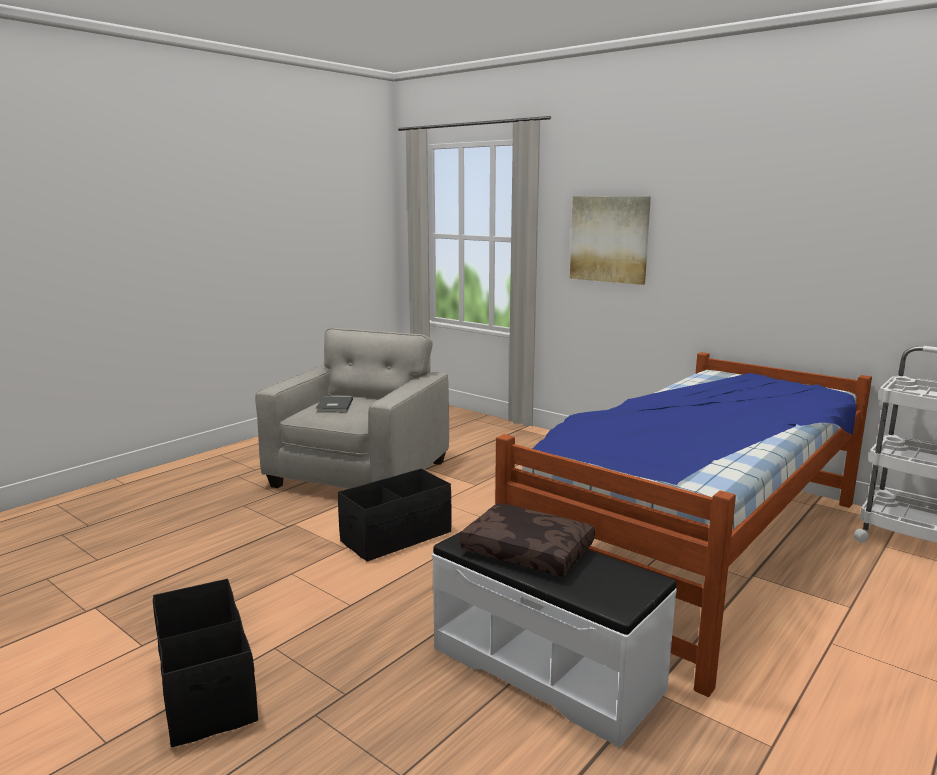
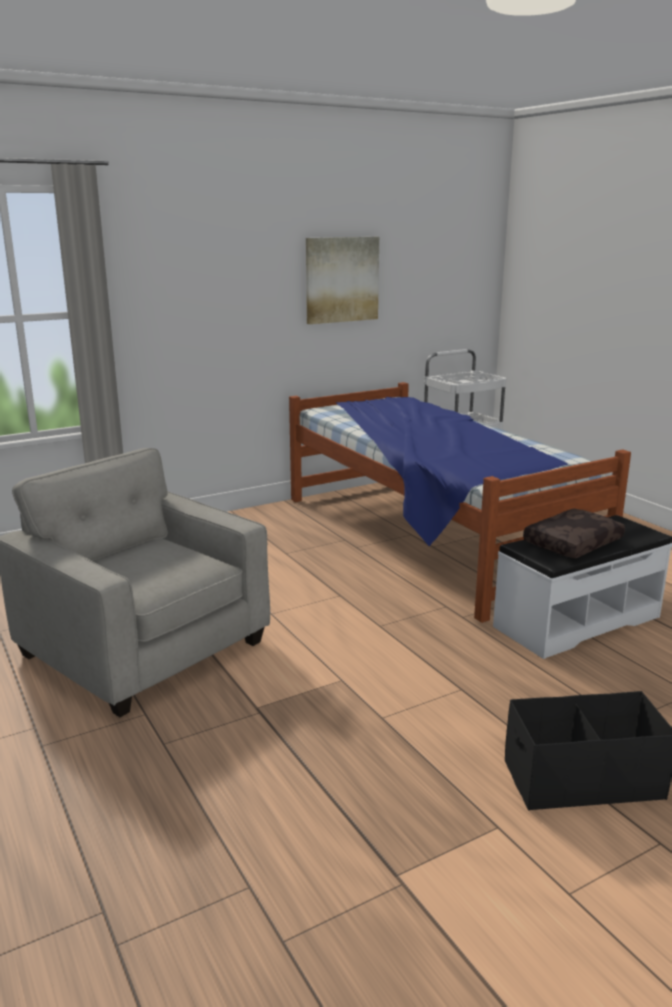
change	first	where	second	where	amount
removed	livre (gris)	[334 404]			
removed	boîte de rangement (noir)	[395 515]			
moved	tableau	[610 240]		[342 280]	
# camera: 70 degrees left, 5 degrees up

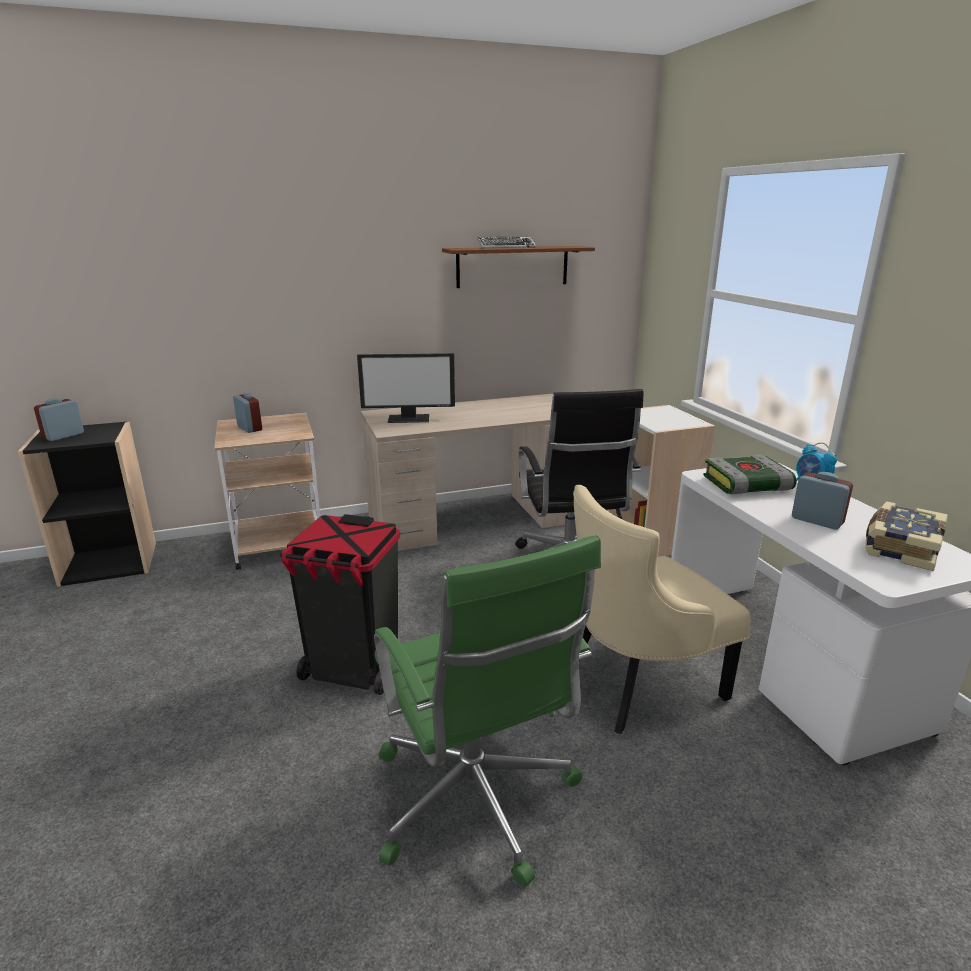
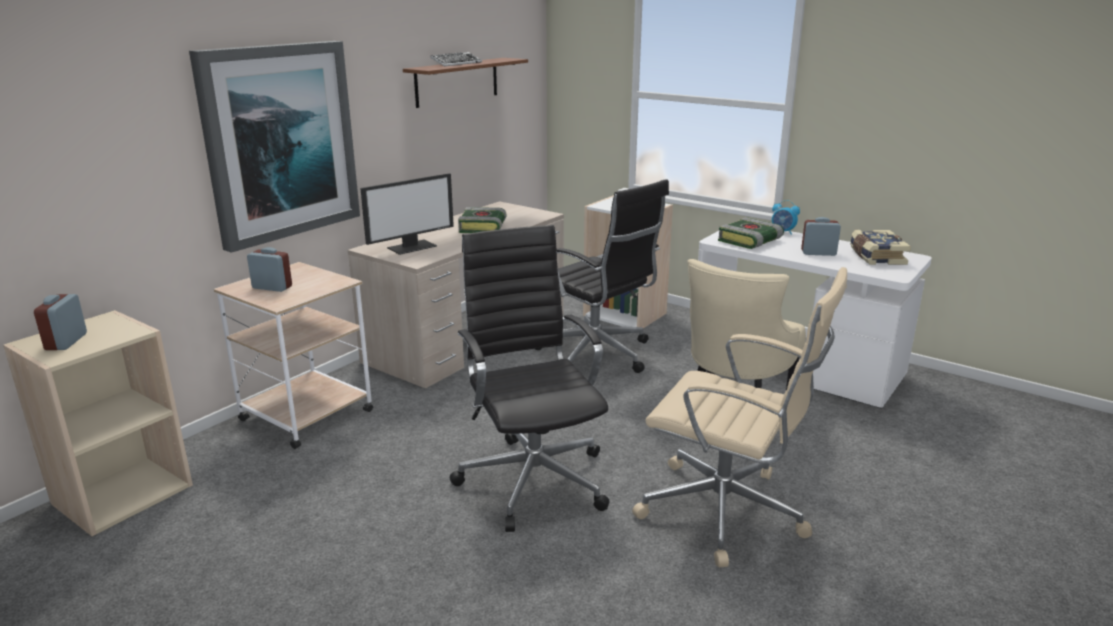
change	first	where	second	where	amount
added			tableau	[274 147]	
added			livre	[482 220]	
replaced	poubelle (noir)	[340 604]	chaise de bureau (noir)	[530 378]	
recoloured	bibliothèque (noir)	[87 504]	bibliothèque (beige)	[98 423]	
recoloured	chaise de bureau (vert)	[487 711]	chaise de bureau (beige)	[739 417]	
# camera: 35 degrees left, 0 degrees up

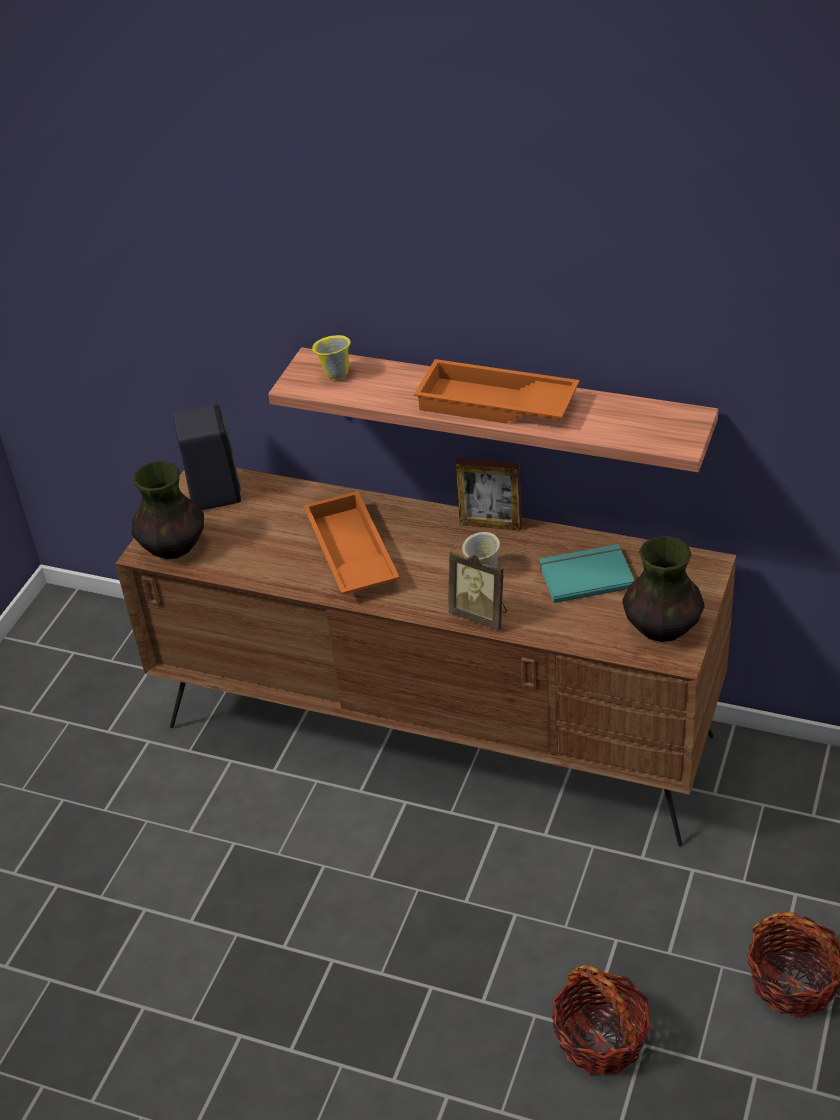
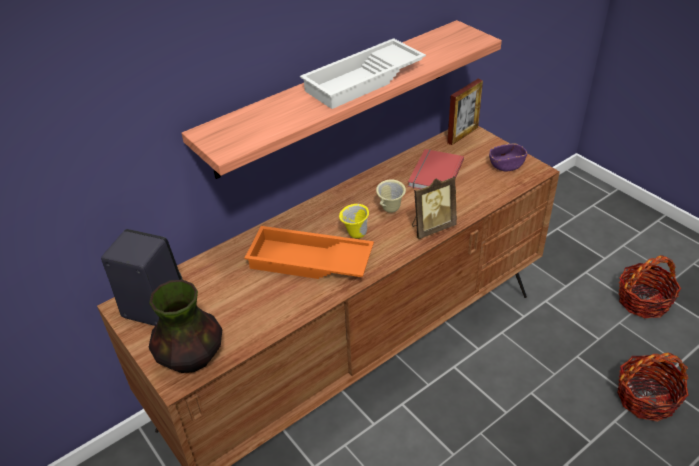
change	first	where	second	where	amount
moved	mug (jaune)	[331 357]		[354 221]	
moved	cadre photo	[488 494]		[465 112]	
replaced	vase	[663 589]	bol (violet)	[508 157]	
recoloured	plateau (orange)	[497 391]	plateau (blanc)	[363 73]	
recoloured	livre (turquoise)	[587 573]	livre (rouge)	[436 169]	
# camera: 60 degrees left, 0 degrees up

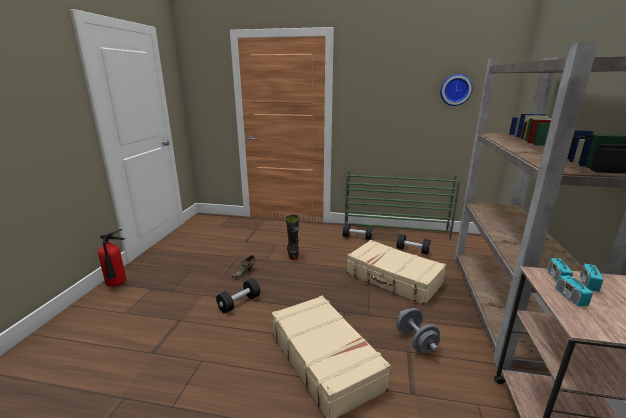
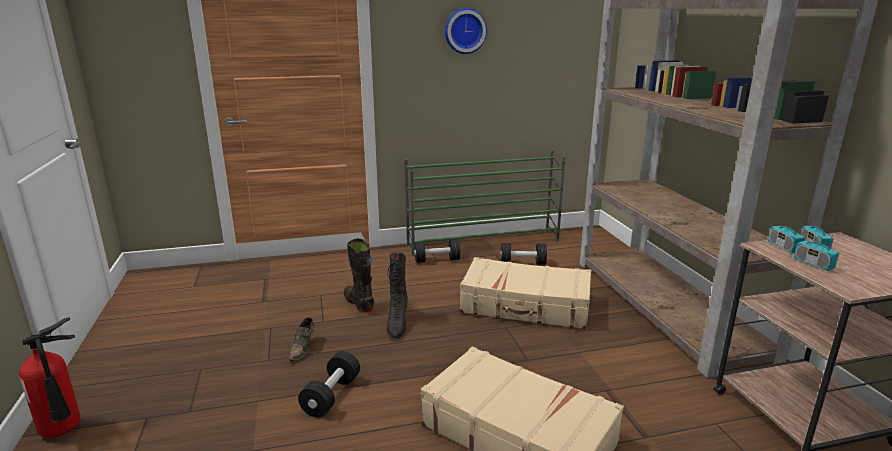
change	first	where	second	where	amount
removed	haltère (gris)	[418 330]			
added			botte (noir)	[397 295]	
moved	horloge murale	[456 90]		[466 31]	
# camera: 25 degrees left, 0 degrees up

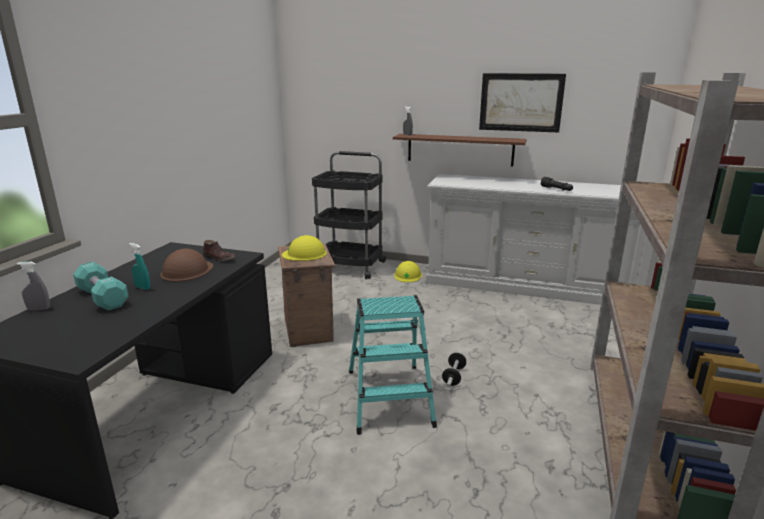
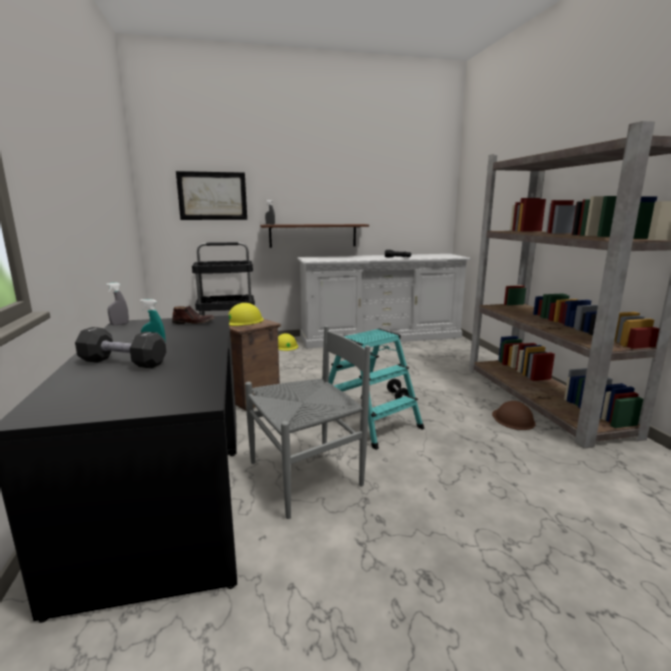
change	first	where	second	where	amount
added			chaise (gris)	[307 422]	
moved	vaporisateur (gris)	[33 286]		[117 303]	
moved	casque de chantier (marron)	[186 265]		[514 415]	
moved	tableau	[522 102]		[211 195]	
recoloured	haltère (turquoise)	[101 286]	haltère (noir)	[120 348]	
# camera: 30 degrees left, 5 degrees down

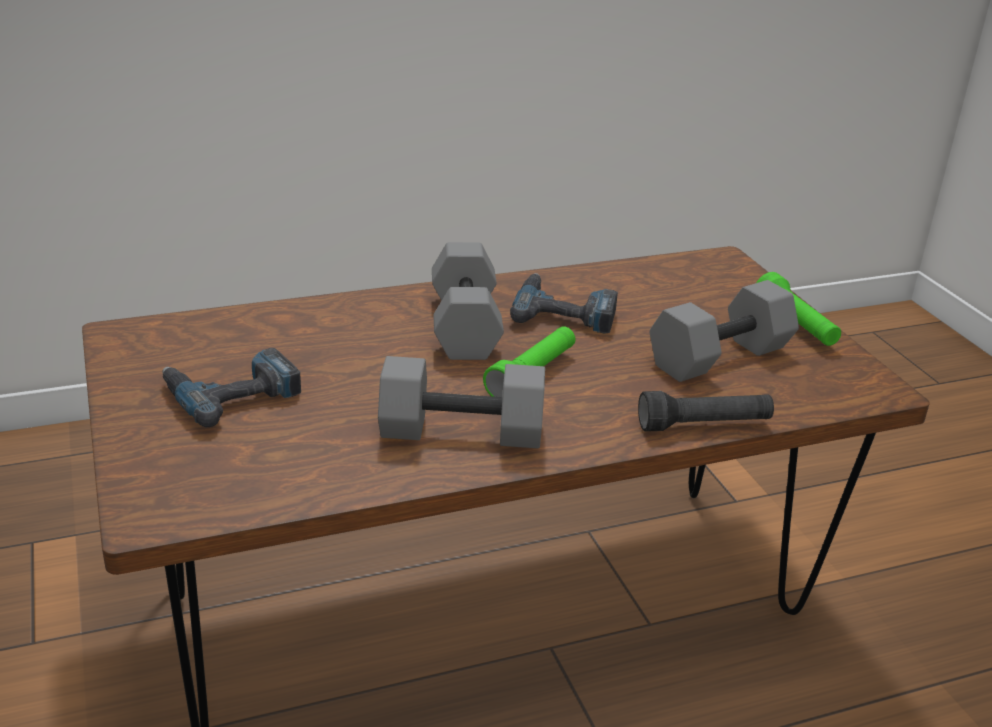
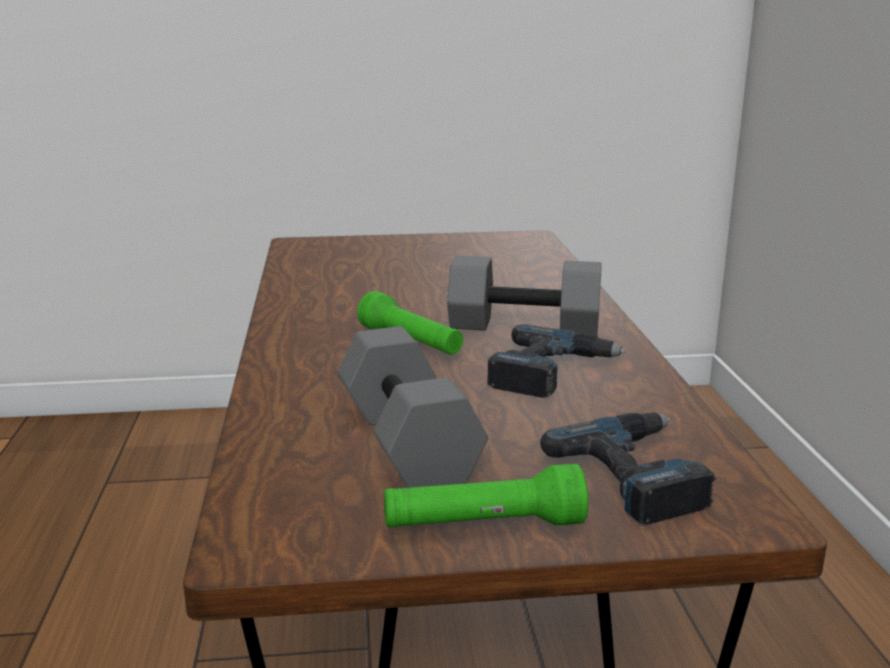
change	first	where	second	where	amount
removed	haltère (gris)	[461 402]			
removed	lampe de poche (noir)	[706 411]			
moved	perceuse	[231 387]		[628 468]	
# camera: 105 degrees right, 10 degrees down

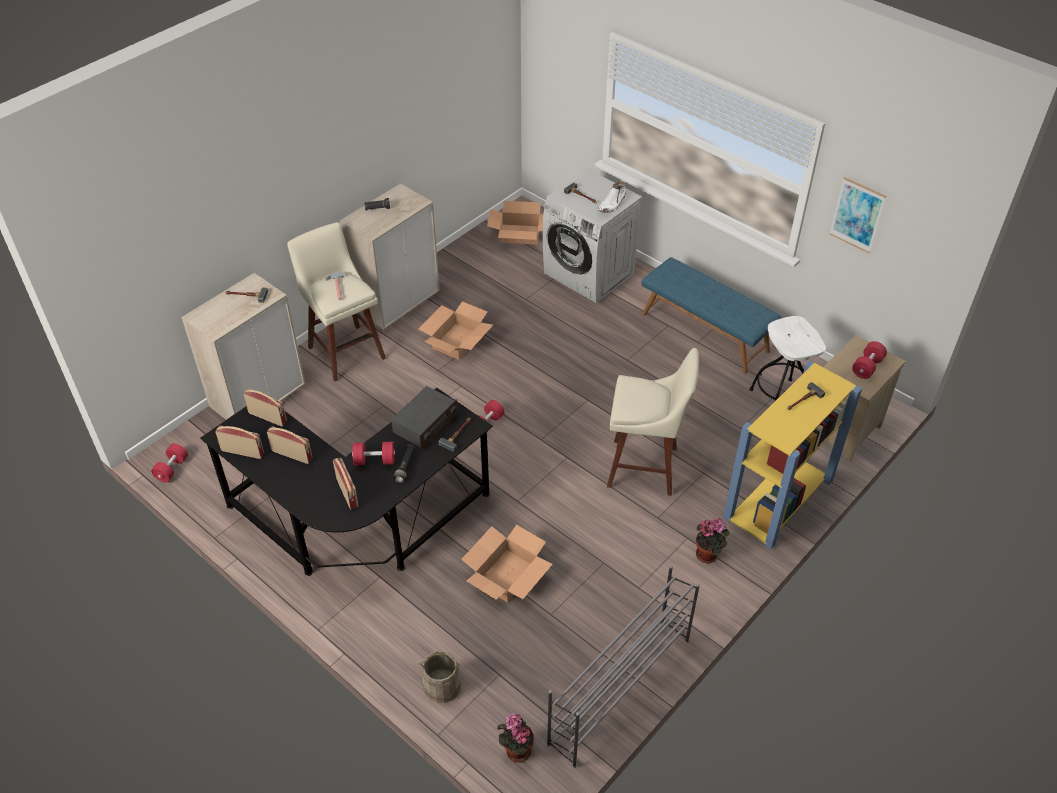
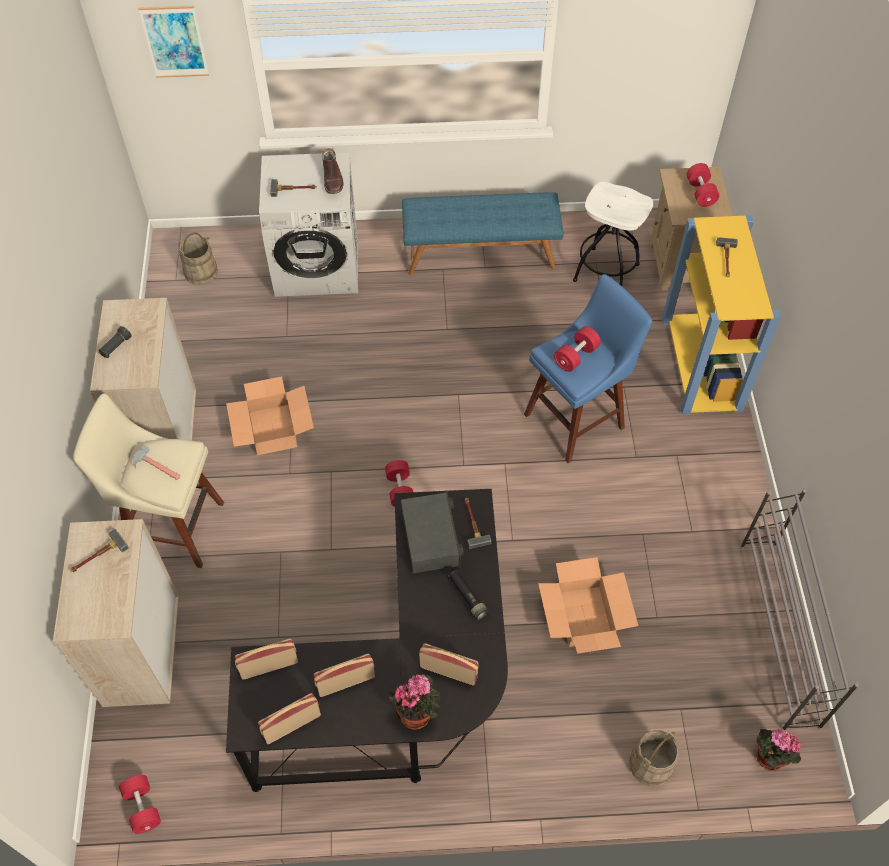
change	first	where	second	where	amount
moved	haltère (rouge)	[373 453]		[577 349]	
moved	plante en pot	[712 541]		[414 702]	
moved	tableau	[858 215]		[173 42]	
replaced	carton	[515 222]	seau (beige)	[198 258]	
recoloured	botte (blanc)	[612 197]	botte (marron)	[333 171]	
recoloured	tabouret (beige)	[653 422]	tabouret (bleu)	[588 368]	
# camera: 45 degrees left, 10 degrees up

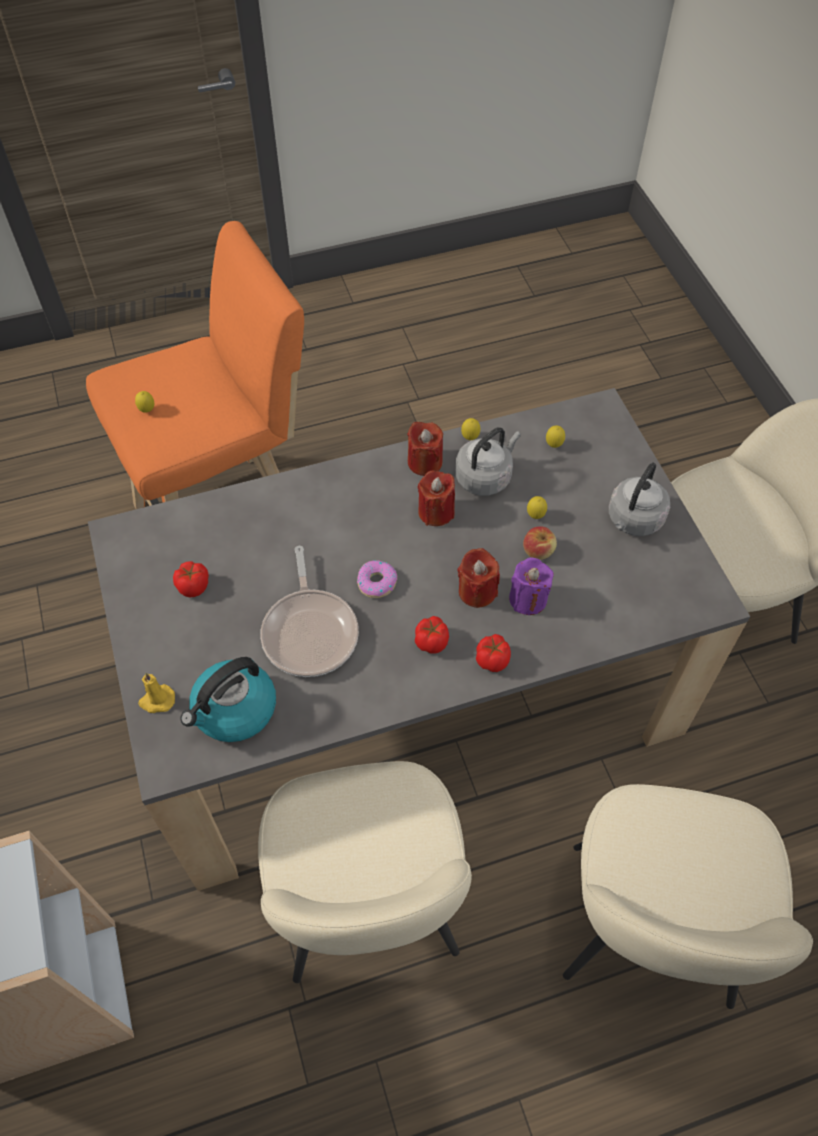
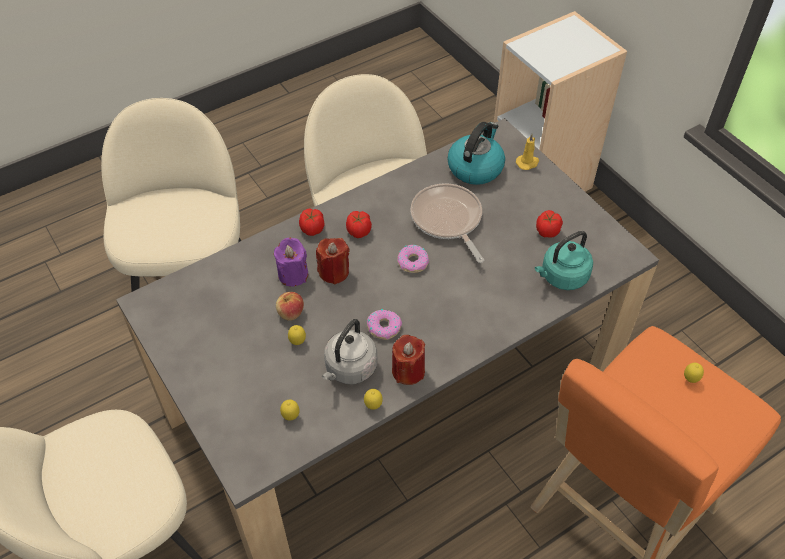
change	first	where	second	where	amount
removed	bouilloire (gris)	[639 499]			
added			bouilloire (turquoise)	[564 260]	
replaced	bougie (rouge)	[436 498]	beignet	[384 324]	
# camera: 165 degrees right, 5 degrees down

